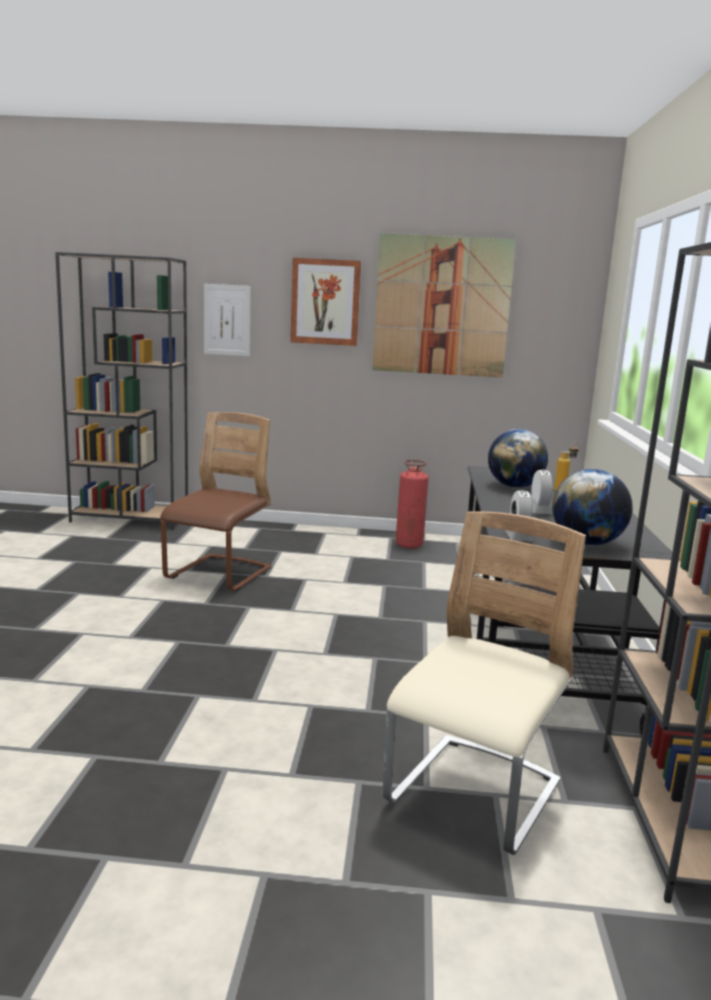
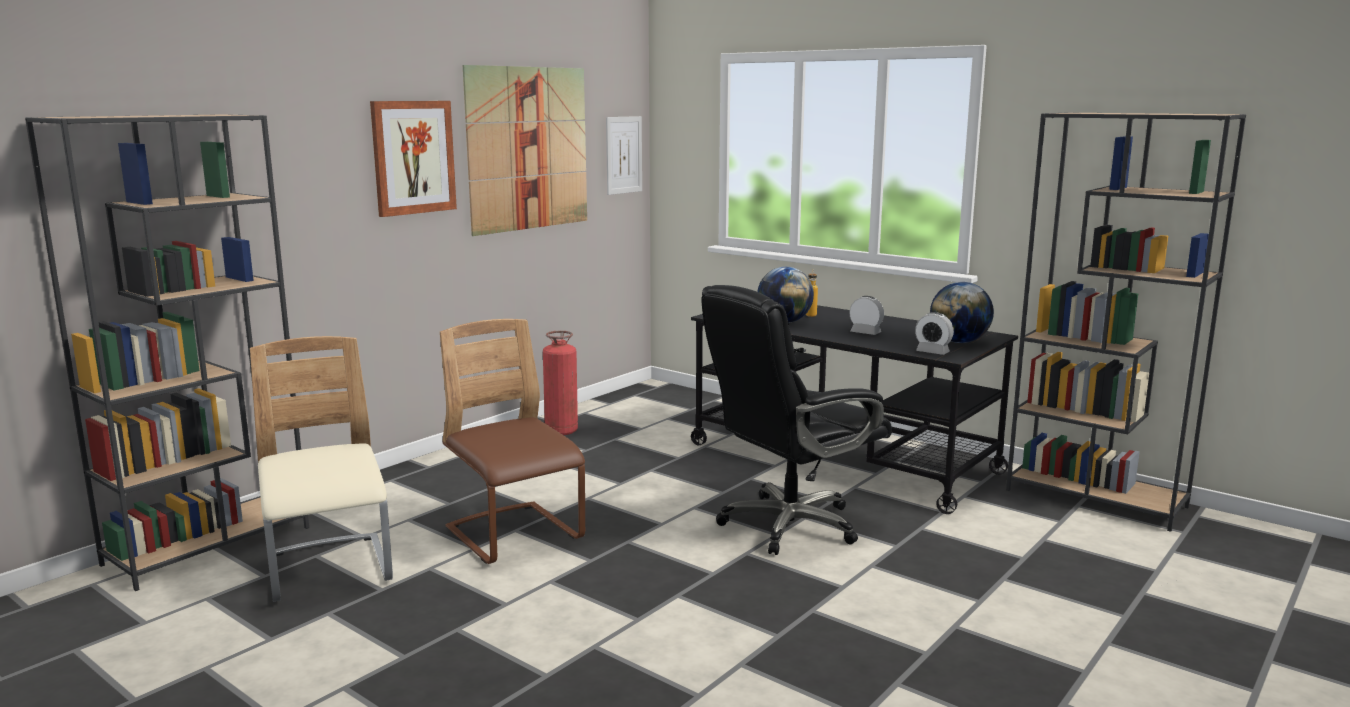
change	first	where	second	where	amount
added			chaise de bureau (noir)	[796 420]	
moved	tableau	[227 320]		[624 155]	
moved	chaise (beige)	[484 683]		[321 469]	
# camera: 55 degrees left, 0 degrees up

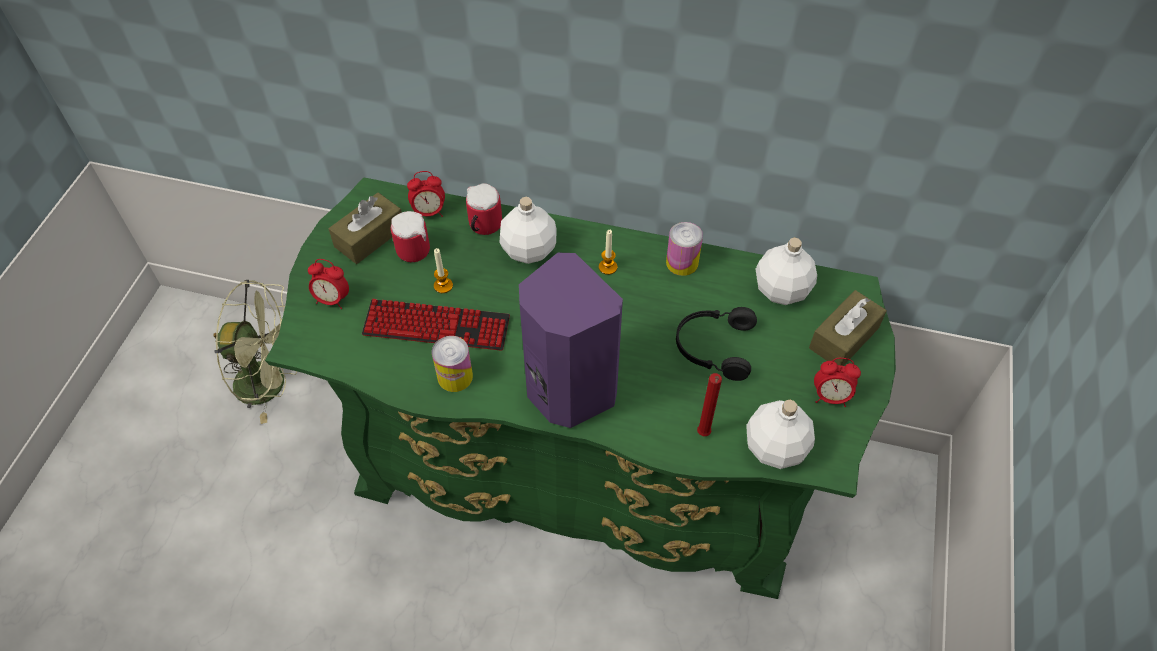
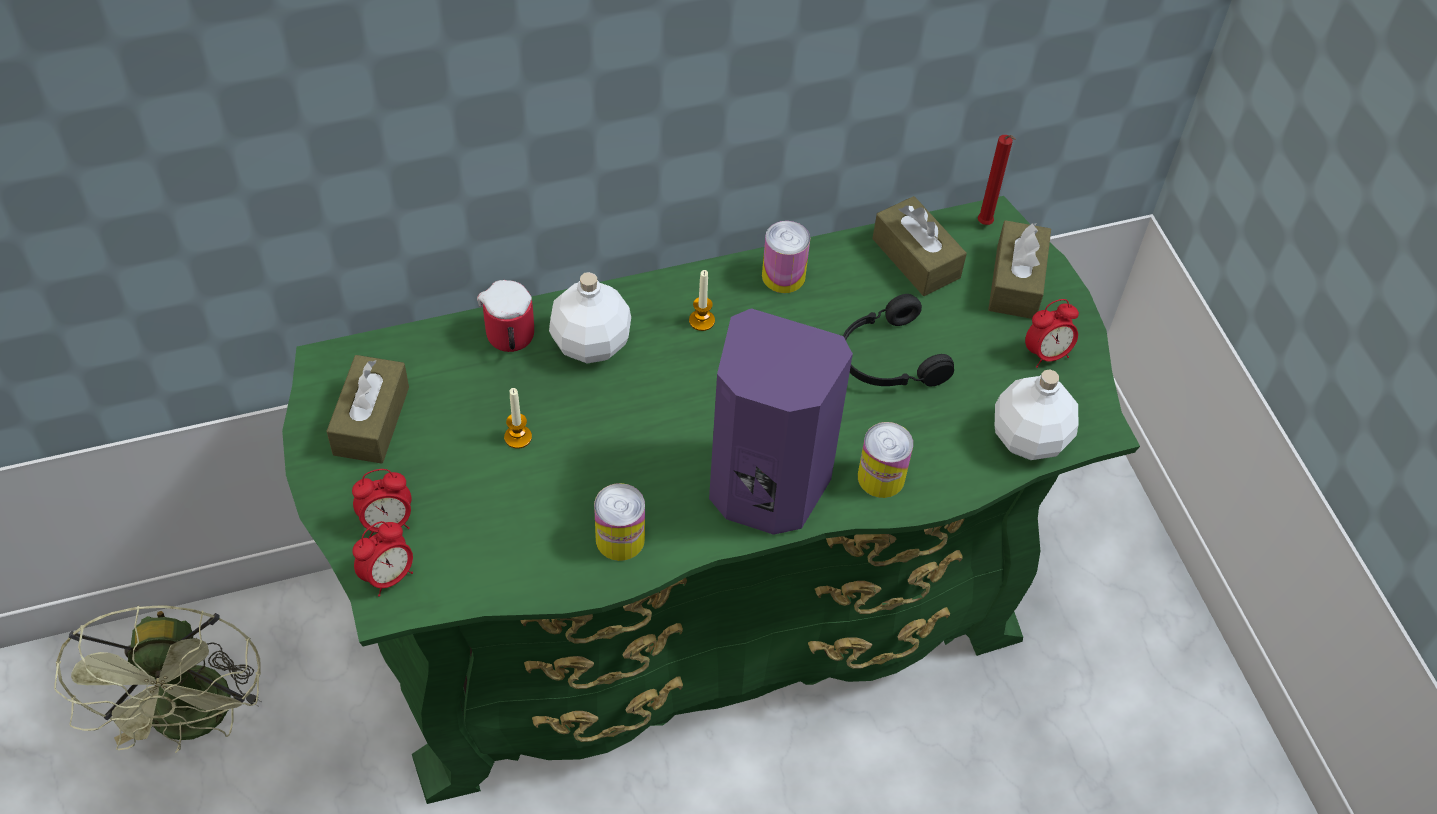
change	first	where	second	where	amount
removed	clavier	[436 325]			
removed	mug	[410 236]			
added			boîte métallique	[885 460]	
moved	réveil	[426 194]		[382 559]	
moved	bougie (rouge)	[709 404]		[997 180]	
replaced	bouteille (blanc)	[786 271]	boîte à mouchoirs (marron)	[919 246]	
turned	ventilateur (vert)	[255 352]		[158 679]	105 degrees clockwise
# camera: 35 degrees left, 0 degrees up

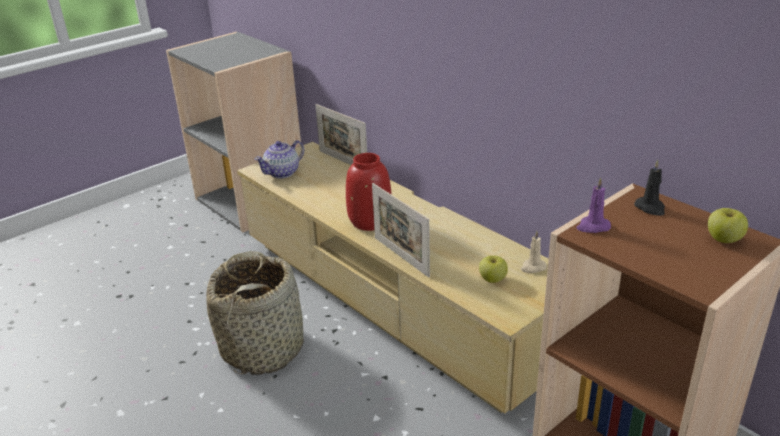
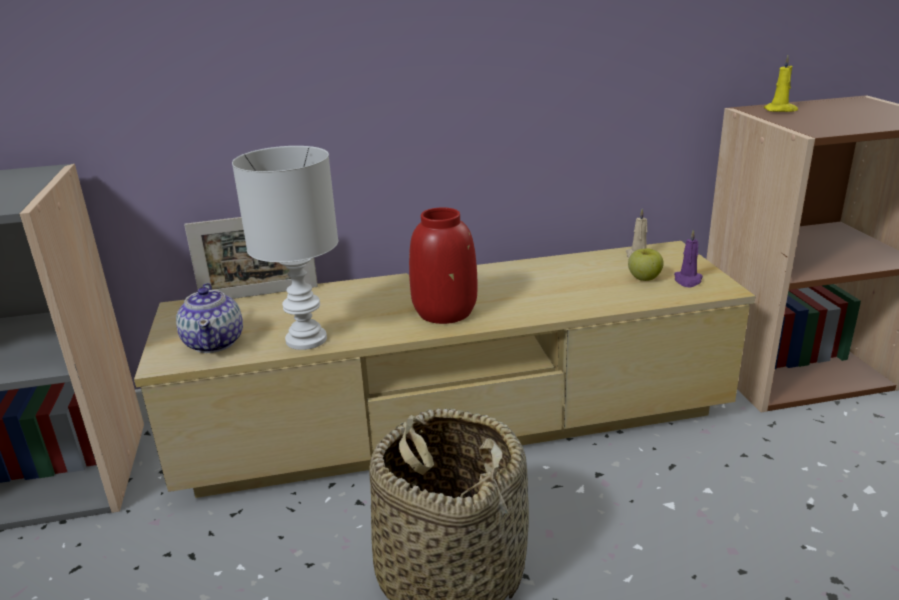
change	first	where	second	where	amount
removed	cadre photo	[401 230]			
removed	pomme	[728 225]			
added			lampe de table (blanc)	[285 248]	
moved	bougie (violet)	[593 205]		[688 258]	
recoloured	bougie (noir)	[649 188]	bougie (jaune)	[781 83]	
# camera: 60 degrees left, 5 degrees down

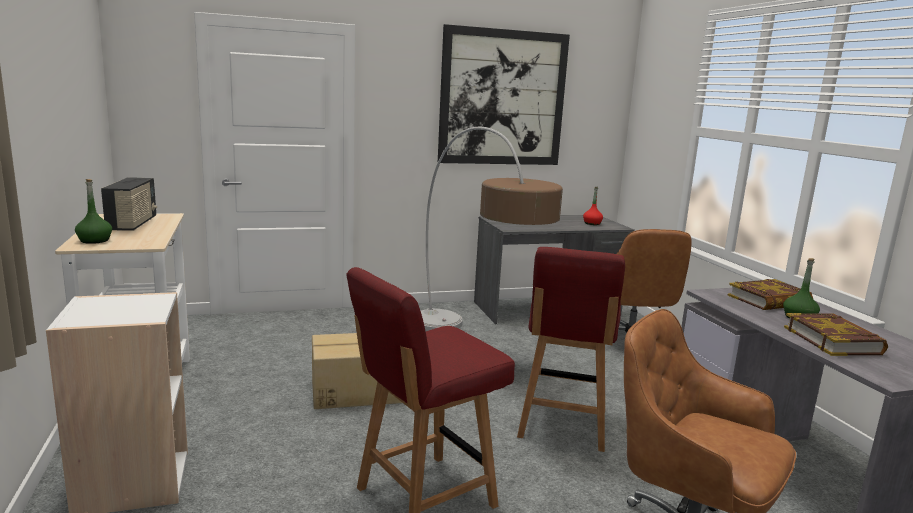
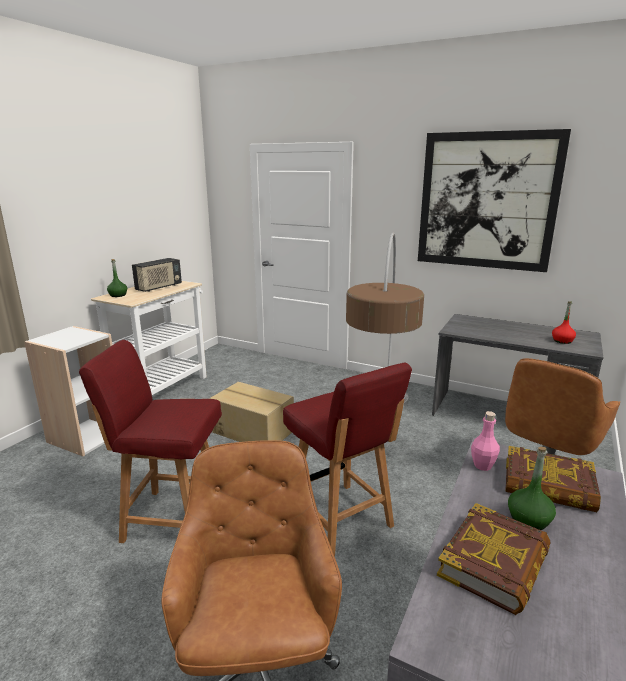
change	first	where	second	where	amount
added			bouteille (rose)	[485 441]	
turned	chaise (rouge)	[571 349]		[347 459]	90 degrees counterclockwise
# camera: 45 degrees right, 5 degrees up

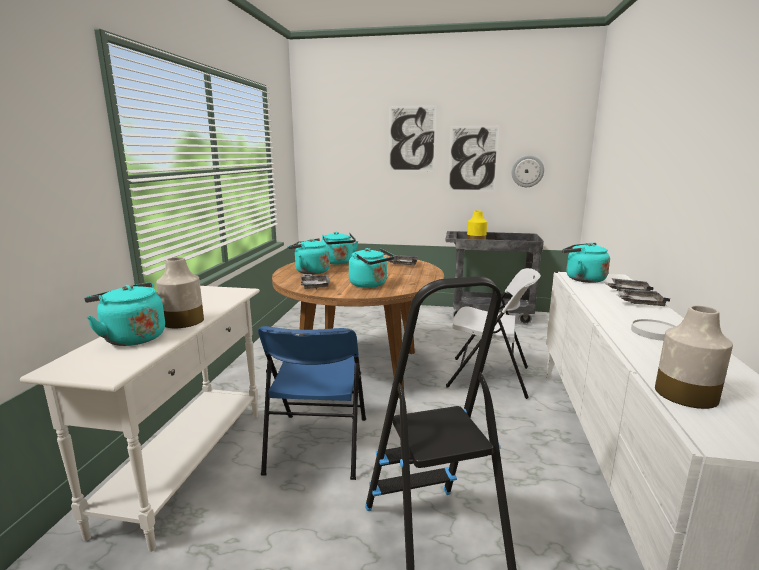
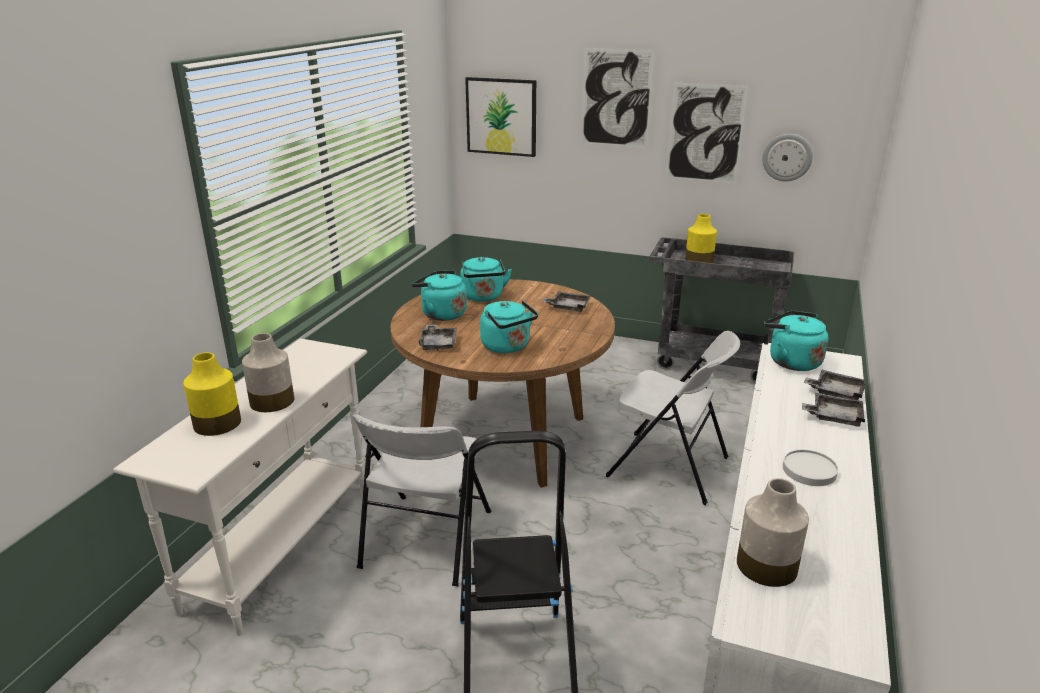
change	first	where	second	where	amount
added			tableau	[500 117]	
replaced	bouilloire (turquoise)	[124 314]	vase (jaune)	[212 394]	
recoloured	chaise (bleu)	[312 403]	chaise (blanc)	[421 500]	
# camera: 10 degrees right, 10 degrees up

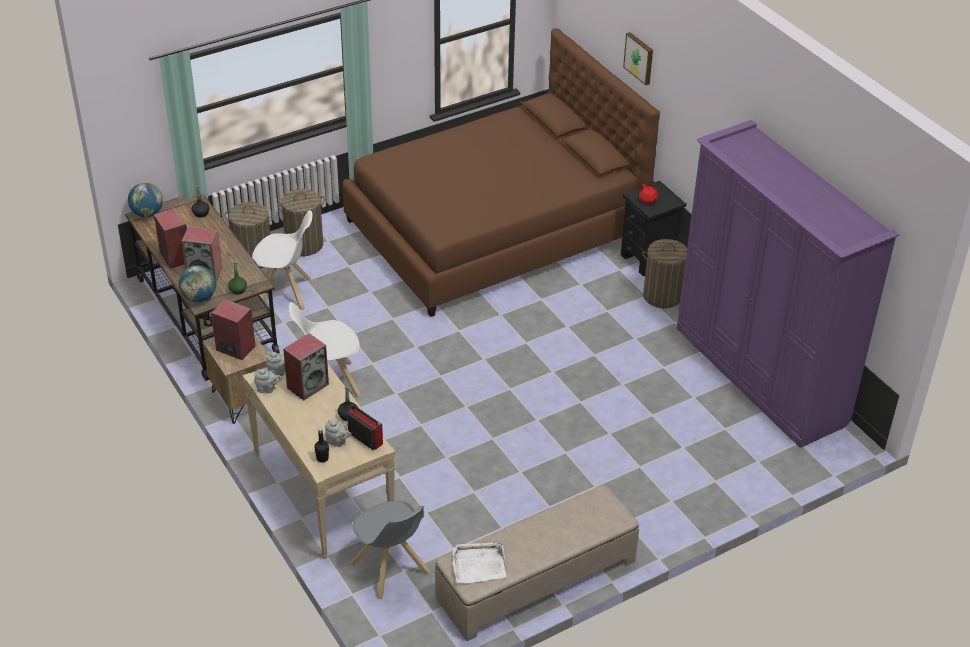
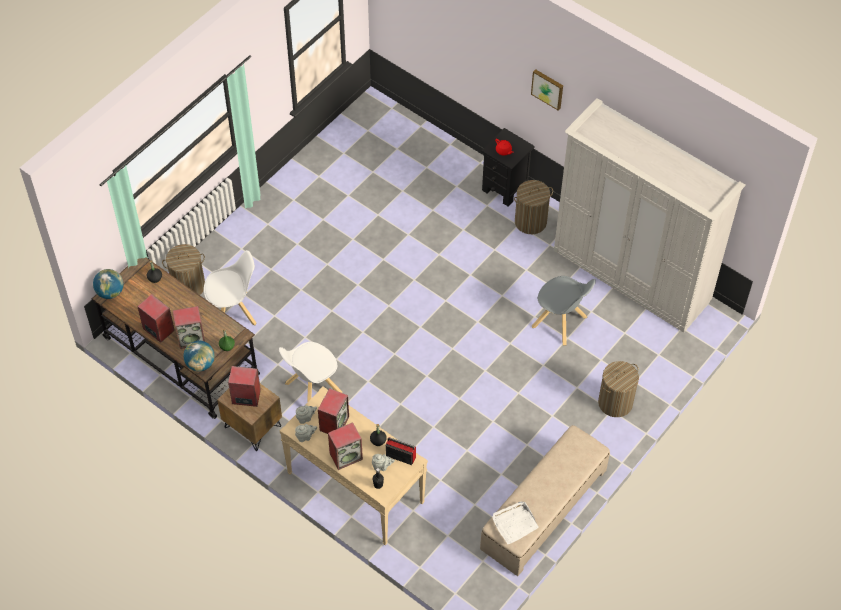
change	first	where	second	where	amount
removed	lit (marron)	[501 172]			
added			enceinte	[345 446]	
moved	panier à linge	[301 222]		[618 389]	
moved	chaise (gris)	[390 549]		[564 311]	
moved	tableau	[638 58]		[547 89]	
recoloured	armoire (violet)	[788 284]	armoire (blanc)	[650 215]	
# camera: 20 degrees left, 15 degrees up

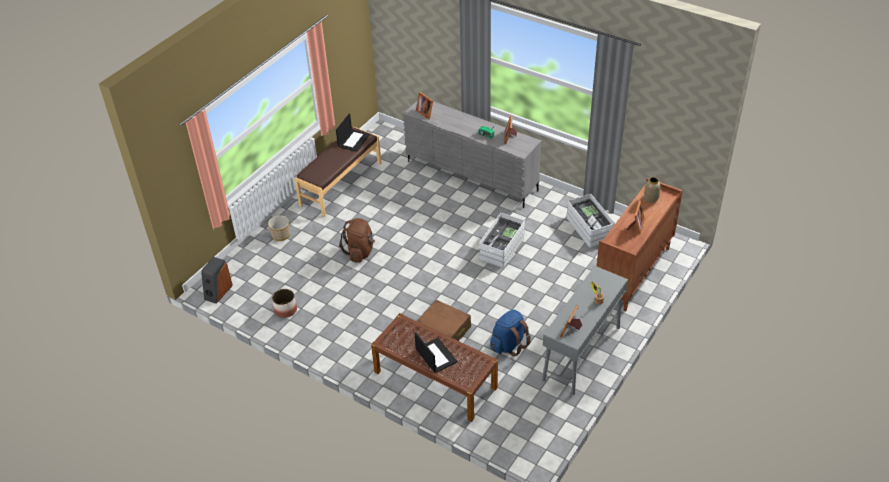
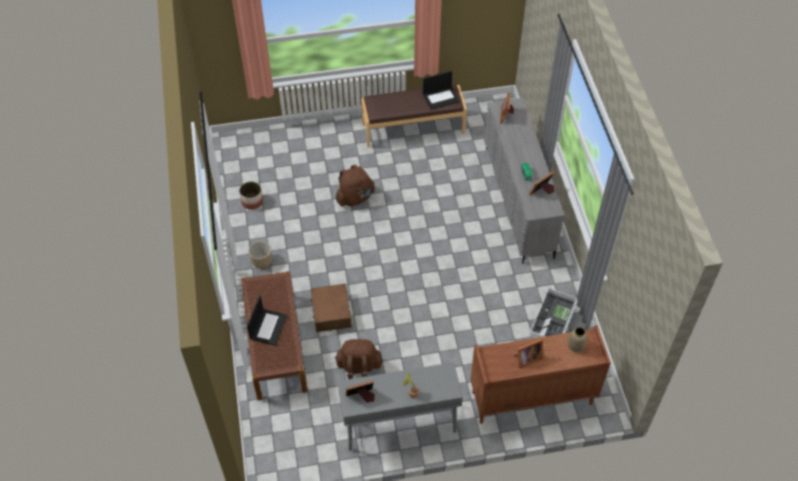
change	first	where	second	where	amount
removed	enceinte	[217 280]			
removed	boîte de rangement (blanc)	[502 240]			
moved	cache-pot	[279 228]		[260 255]	
recoloured	sac à dos (bleu)	[510 333]	sac à dos (marron)	[358 359]	
# camera: 45 degrees right, 10 degrees up

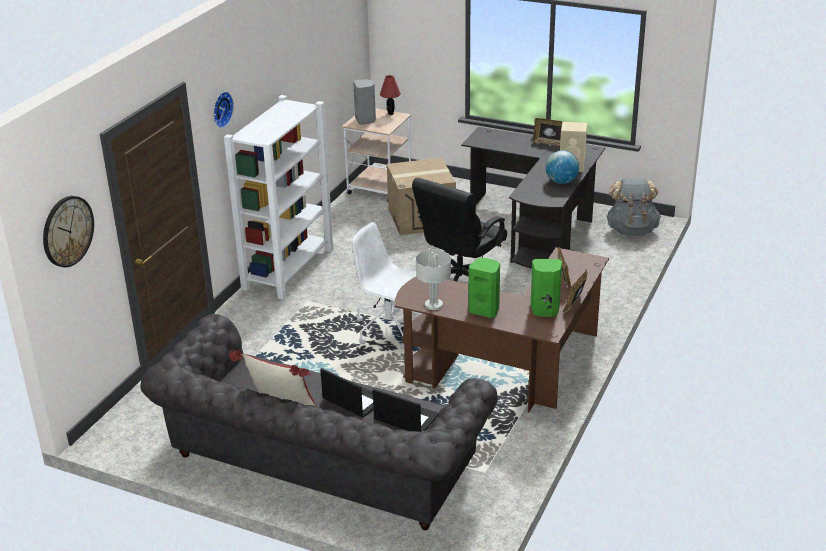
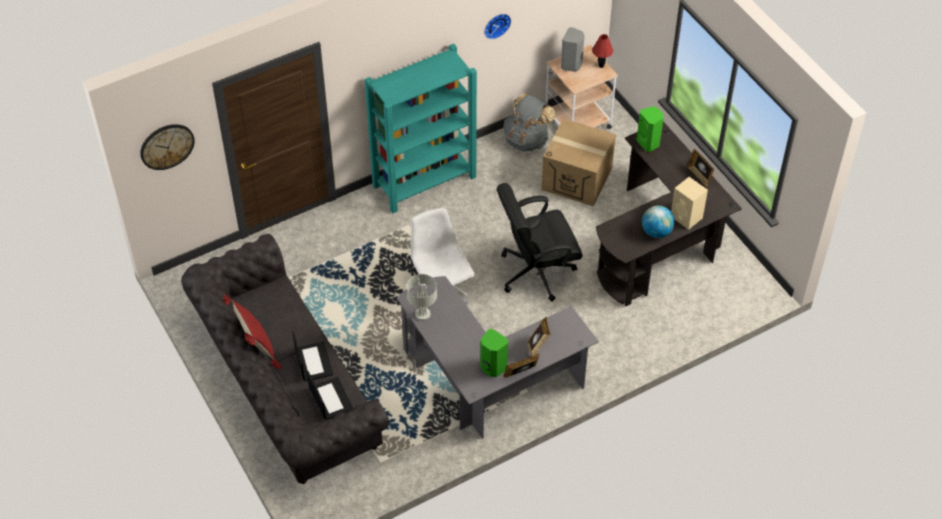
change	first	where	second	where	amount
moved	horloge murale	[223 109]		[497 26]	
moved	enceinte (vert)	[484 288]		[650 129]	
moved	sac à dos (gris)	[633 207]		[529 122]	
recoloured	bibliothèque (blanc)	[278 197]	bibliothèque (turquoise)	[421 128]	
recoloured	bureau (marron)	[502 330]	bureau (gris)	[498 357]	
# camera: 35 degrees right, 20 degrees up

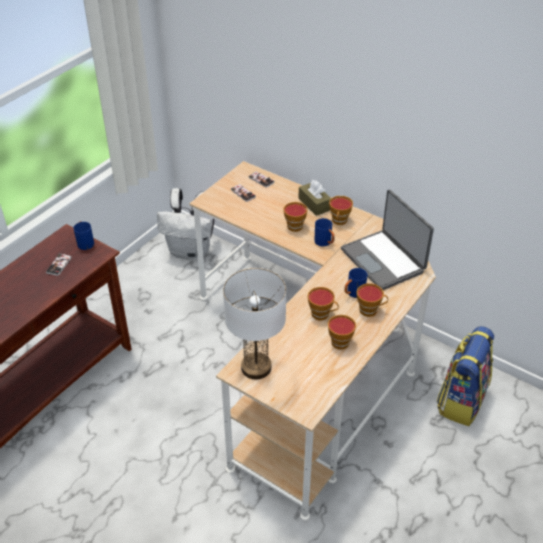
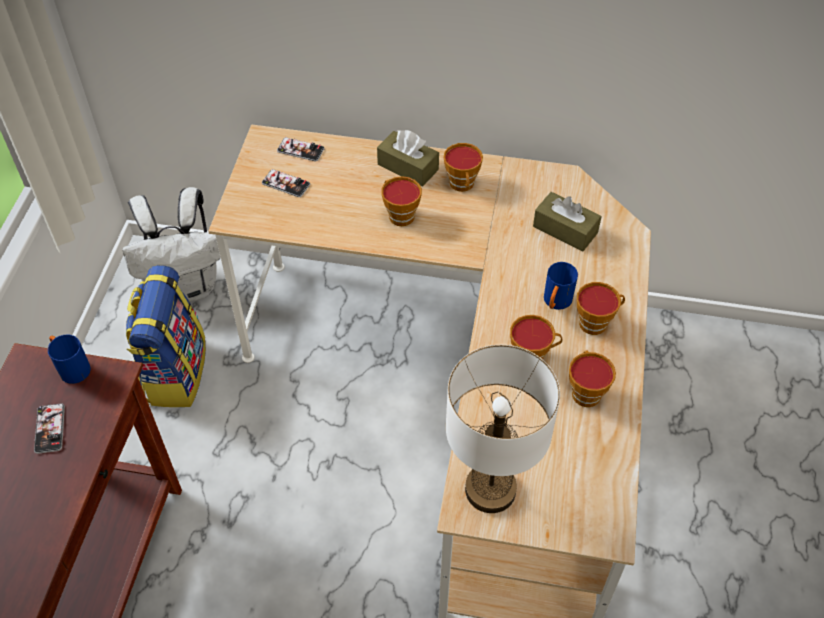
change	first	where	second	where	amount
removed	mug (bleu)	[324 232]			
moved	sac à dos	[465 376]		[166 336]	
replaced	ordinateur portable	[387 240]	boîte à mouchoirs (marron)	[567 222]	
# camera: 25 degrees left, 10 degrees up

